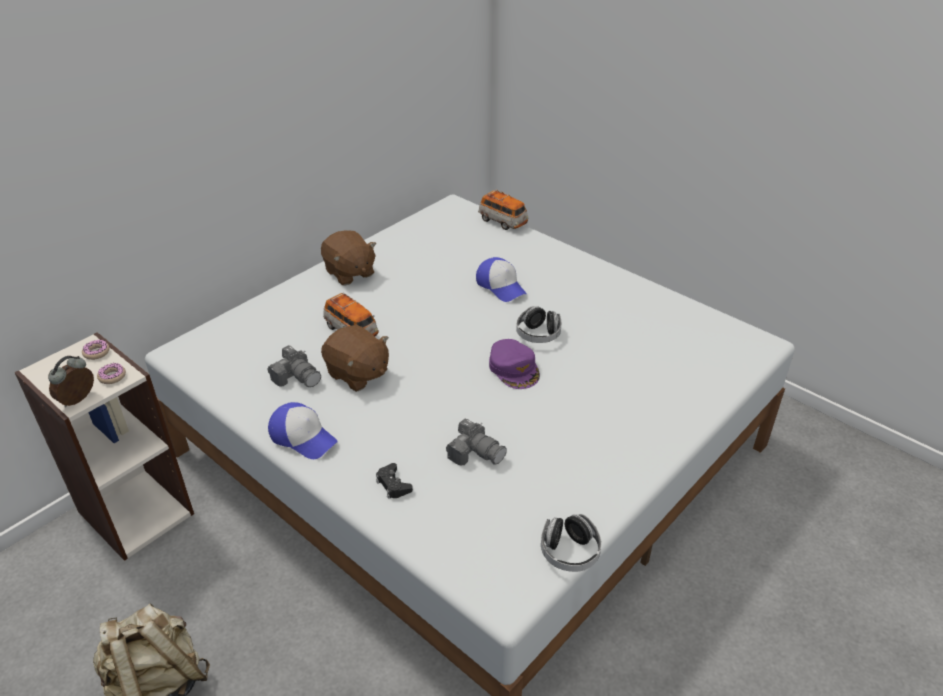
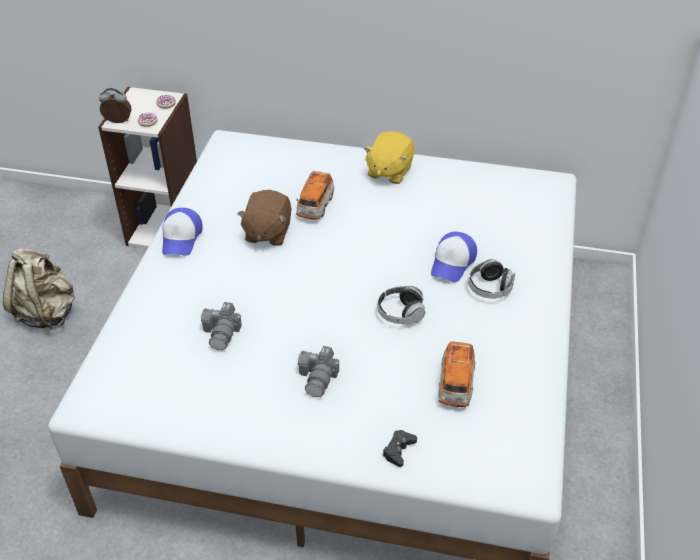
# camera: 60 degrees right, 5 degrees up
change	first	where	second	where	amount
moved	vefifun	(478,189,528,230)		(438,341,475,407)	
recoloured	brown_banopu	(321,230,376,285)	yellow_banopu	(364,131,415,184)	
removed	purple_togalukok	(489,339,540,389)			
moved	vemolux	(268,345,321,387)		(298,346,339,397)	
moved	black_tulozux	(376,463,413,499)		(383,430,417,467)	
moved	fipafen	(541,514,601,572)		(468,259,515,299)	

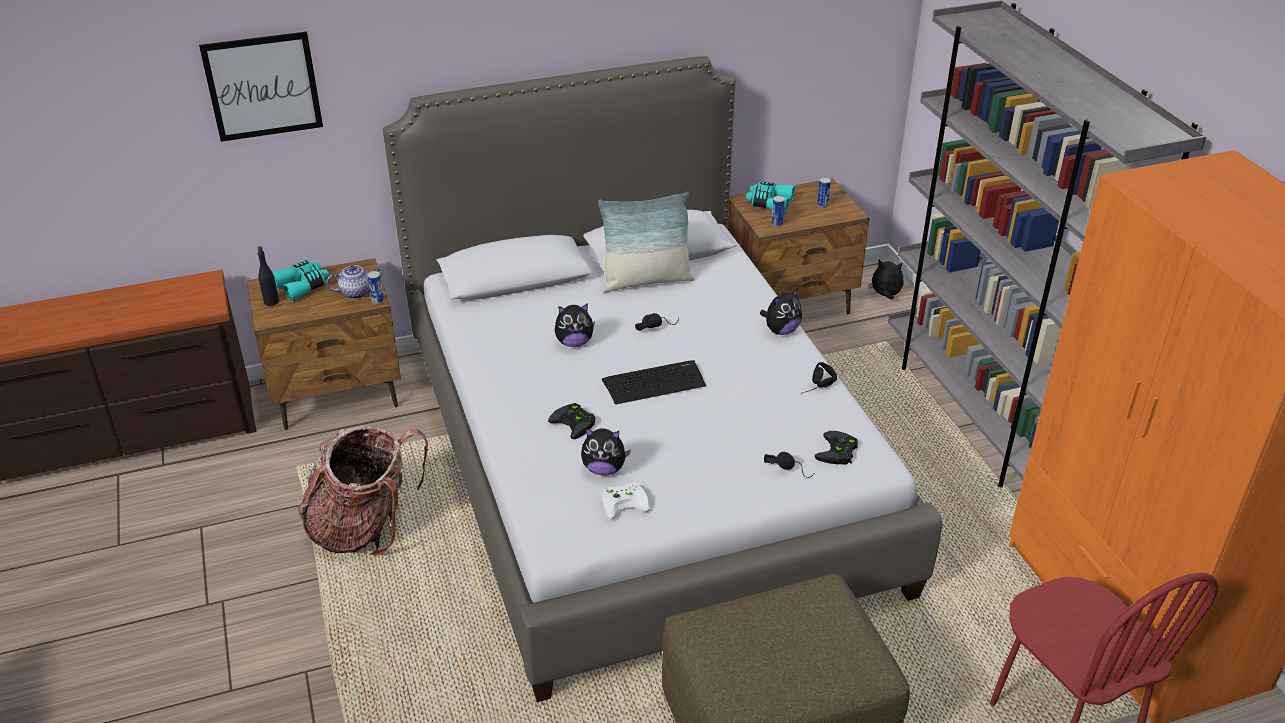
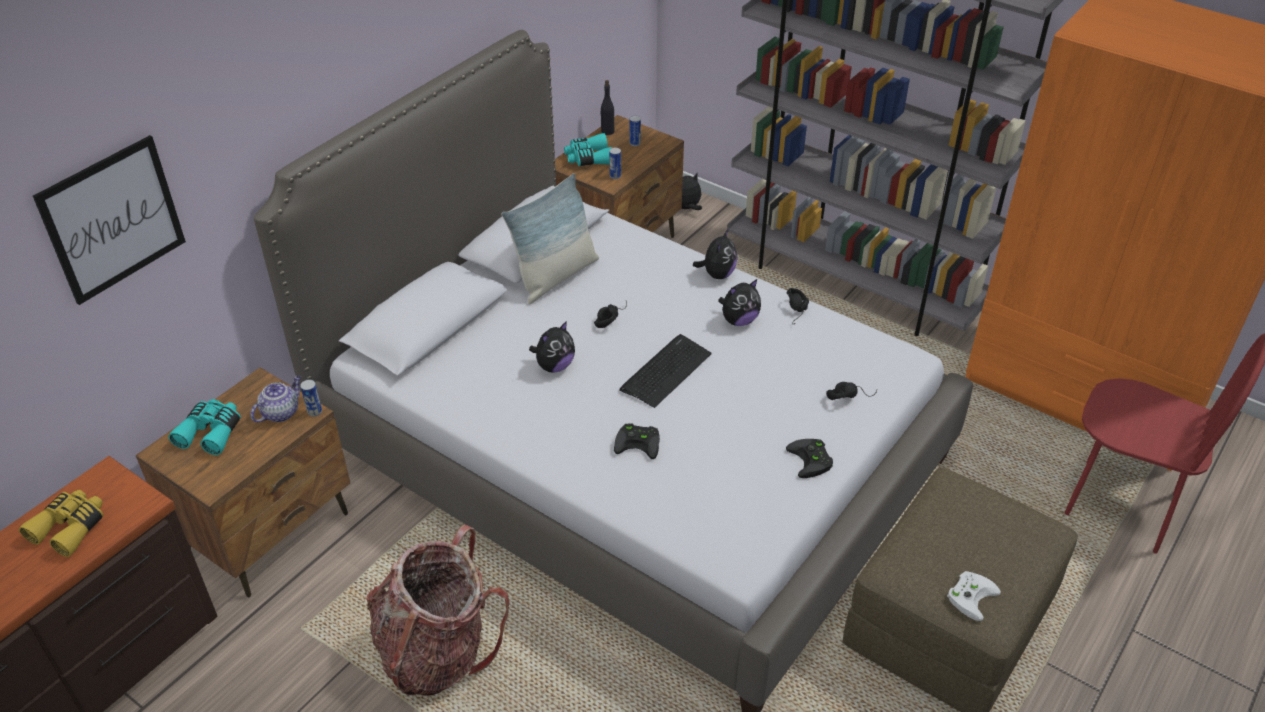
# camera: 35 degrees left, 5 degrees up
change	first	where	second	where	amount
moved	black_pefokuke	(258,246,279,306)		(600,80,614,135)	
moved	banopu	(581,428,631,475)		(718,279,761,326)	
moved	black_tulozux	(815,431,858,464)		(786,439,833,478)	
moved	white_tulozux	(602,483,650,520)		(947,571,1001,621)	
added			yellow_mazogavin	(19,490,103,557)	

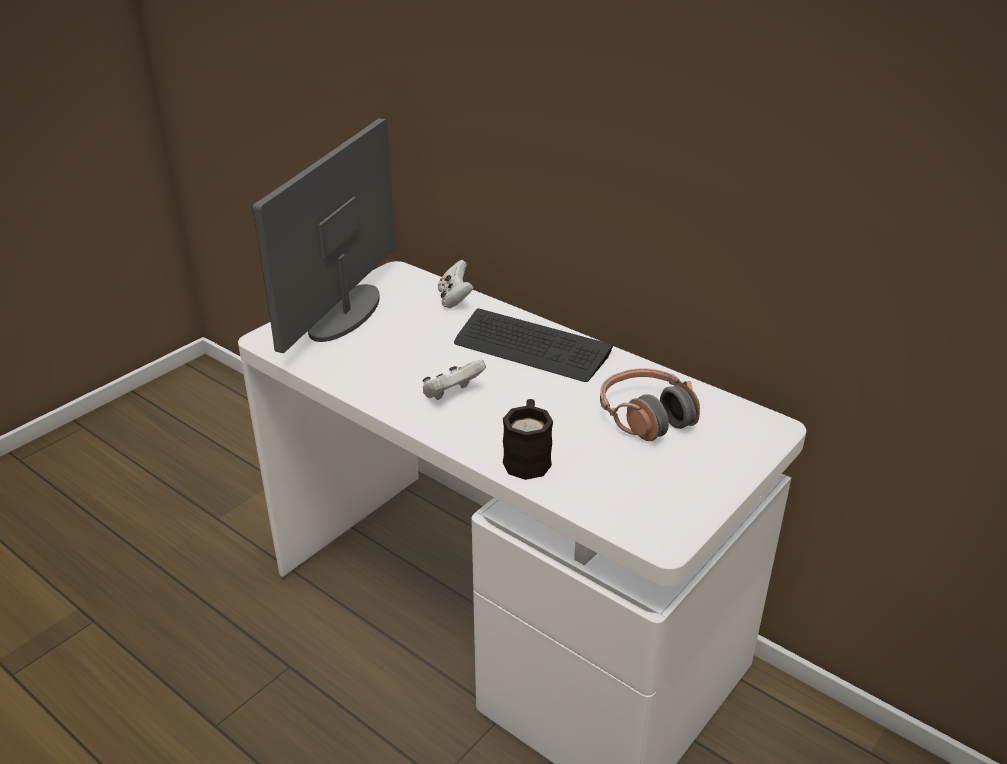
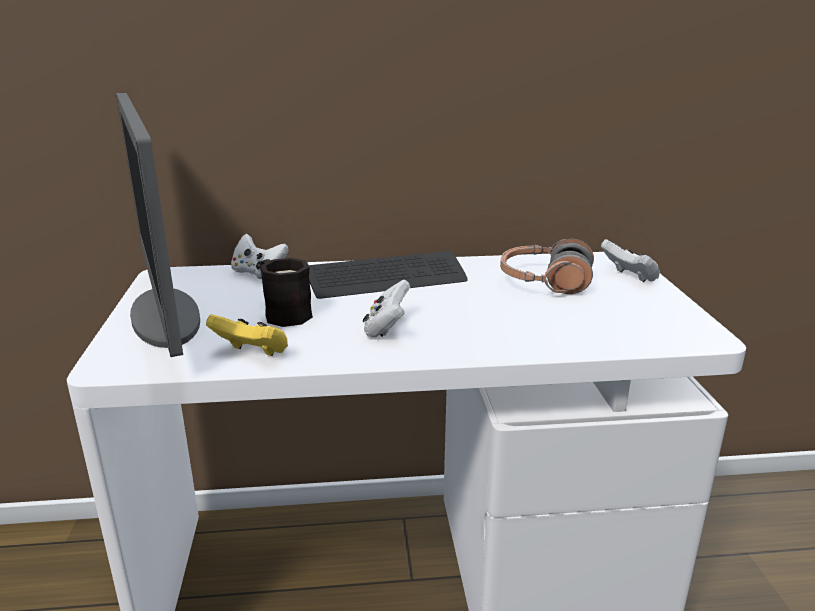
# camera: 45 degrees left, 10 degrees down
change	first	where	second	where	amount
moved	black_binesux	(503,399,553,480)		(260,258,313,327)	
added			white_tulozux	(601,239,660,282)	
added			yellow_tulozux	(206,314,288,356)	

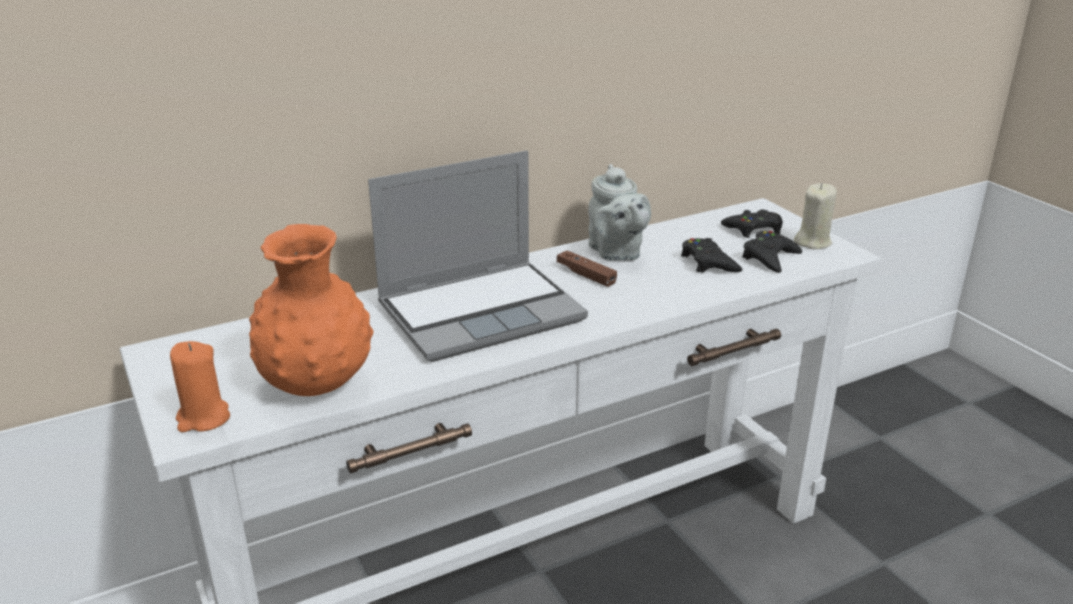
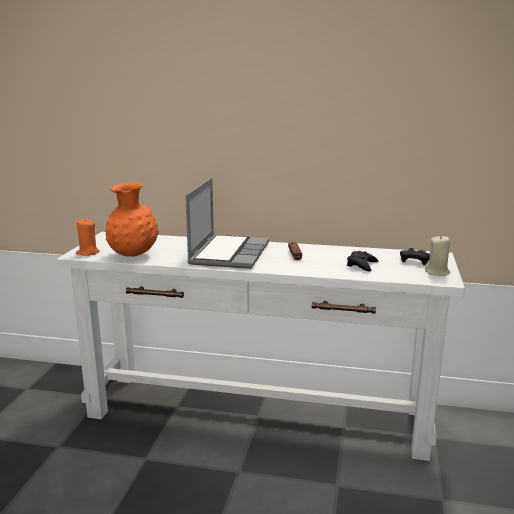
# camera: 40 degrees right, 10 degrees down
change	first	where	second	where	amount
turned	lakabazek	(368,150,588,362)		(185,178,269,269)	90 degrees counterclockwise
removed	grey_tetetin	(588,164,651,261)			
removed	black_tulozux	(742,231,802,273)			

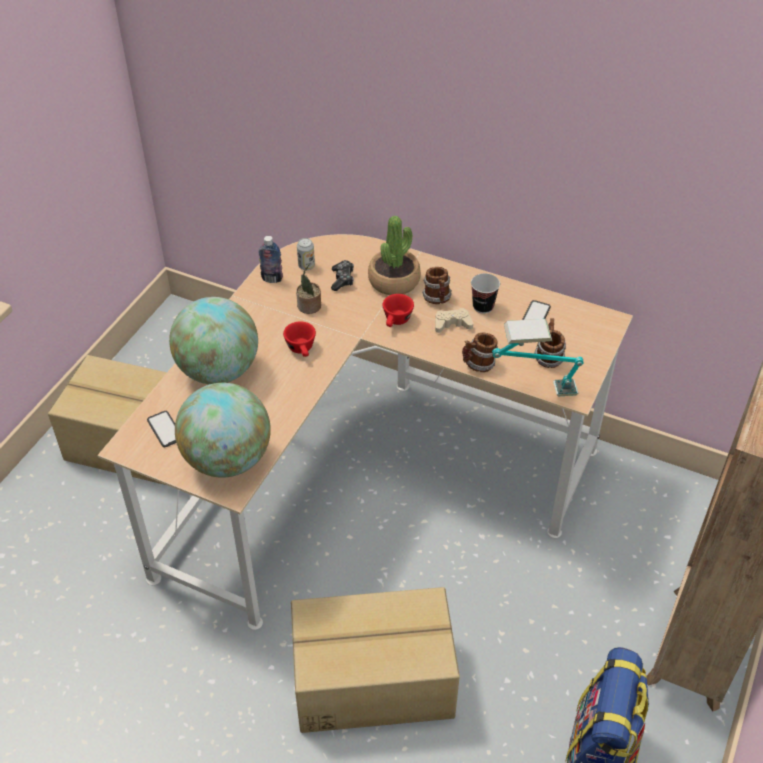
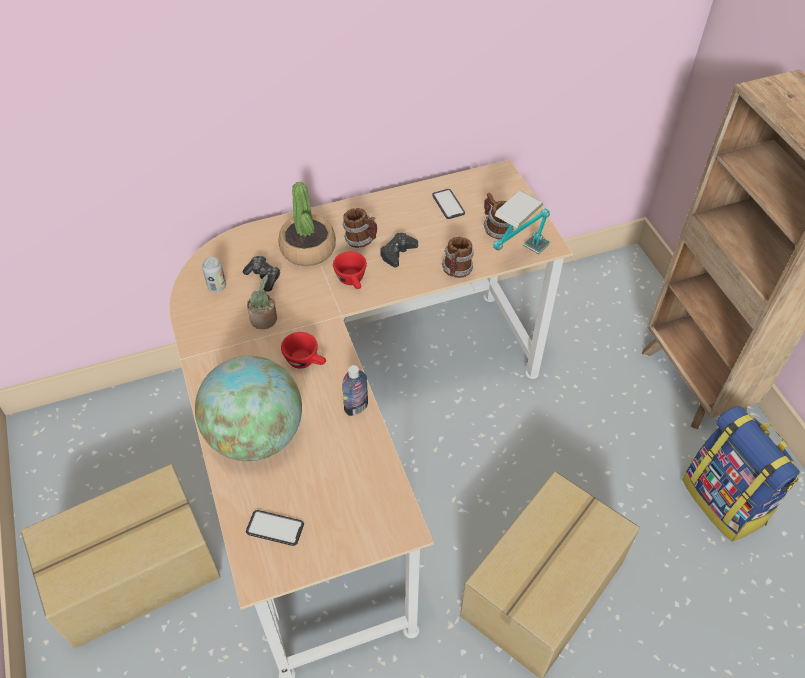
# camera: 45 degrees left, 5 degrees up
change	first	where	second	where	amount
moved	pefokuke	(258,236,283,283)		(342,365,368,416)	
removed	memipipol	(471,273,500,314)			
recoloured	beige_tulozux	(435,308,473,333)	black_tulozux	(380,233,418,267)	
removed	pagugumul	(175,383,271,478)			

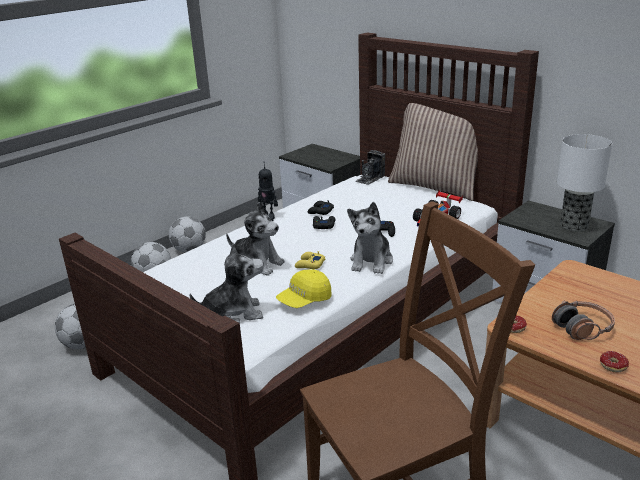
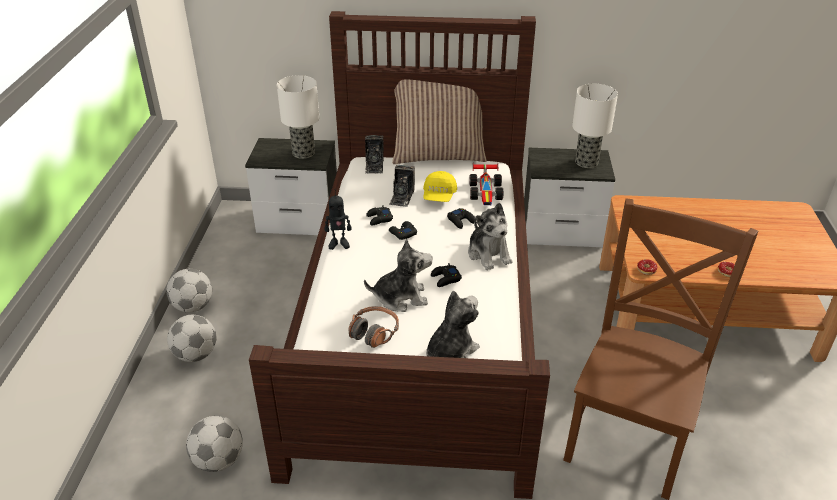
# camera: 40 degrees left, 10 degrees up
change	first	where	second	where	amount
recoloured	yellow_tulozux	(295,251,325,269)	black_tulozux	(431,263,462,287)	
moved	yellow_togalukok	(276,270,332,308)		(423,171,457,202)	
moved	fipafen	(552,301,615,340)		(348,306,399,348)	
added			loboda	(277,75,319,159)	
added			vemolux	(389,165,415,207)	

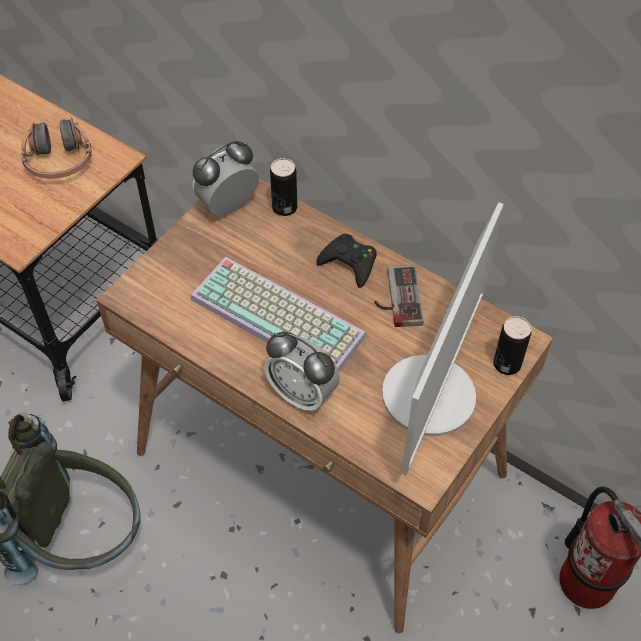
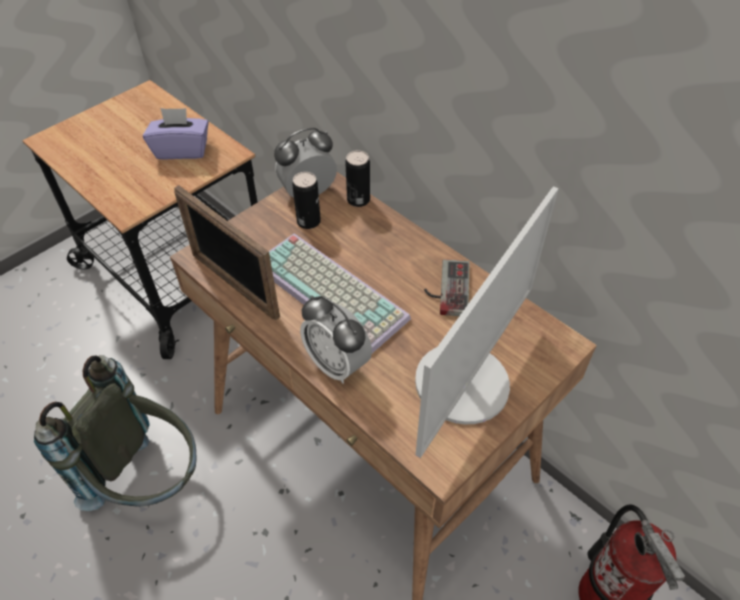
# camera: 10 degrees right, 5 degrees down
change	first	where	second	where	amount
replaced	fipafen	(21,118,92,179)	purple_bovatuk	(143,108,209,159)	
removed	black_tulozux	(316,234,376,288)			
moved	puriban	(493,316,531,375)		(292,172,321,229)	
added			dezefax	(174,185,280,320)	

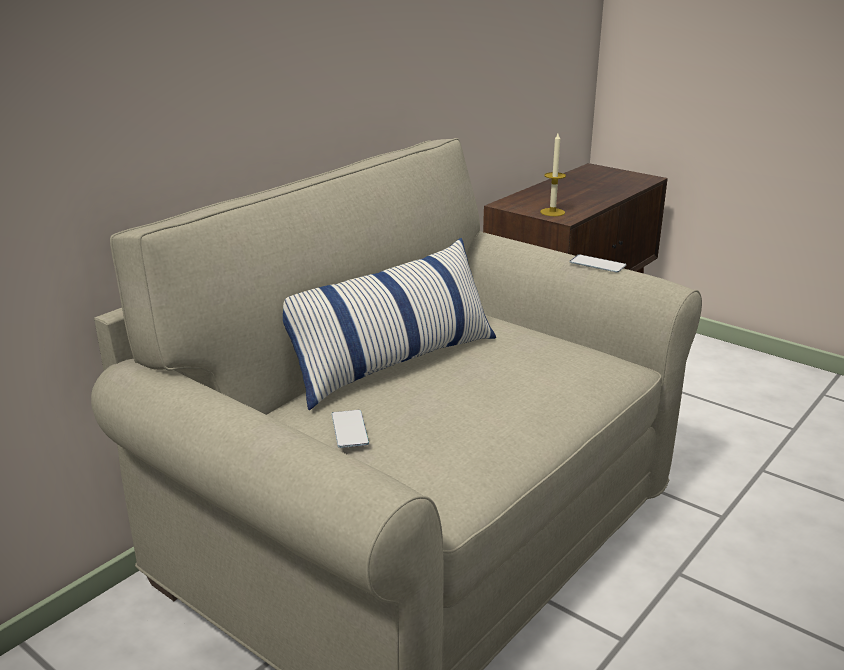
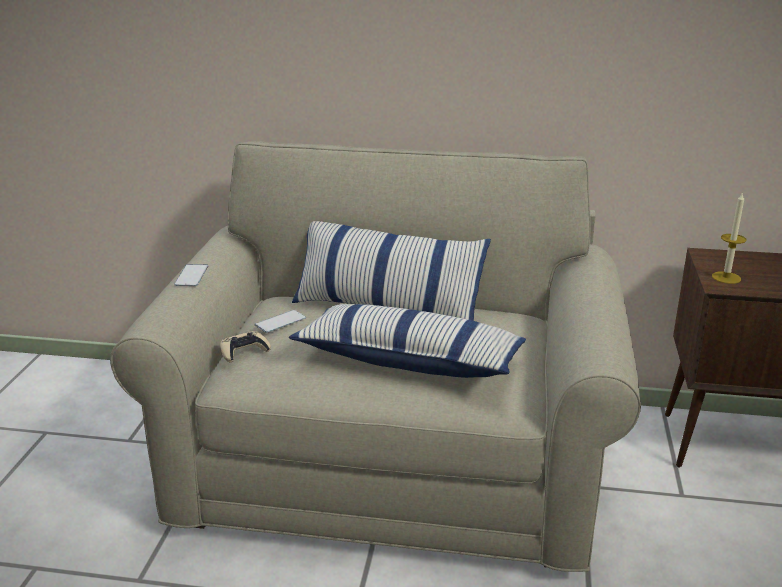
# camera: 60 degrees right, 0 degrees up
change	first	where	second	where	amount
moved	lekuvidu	(569,254,626,273)		(174,264,208,286)	
added			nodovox	(289,304,526,378)	
added			beige_tulozux	(220,331,271,362)	

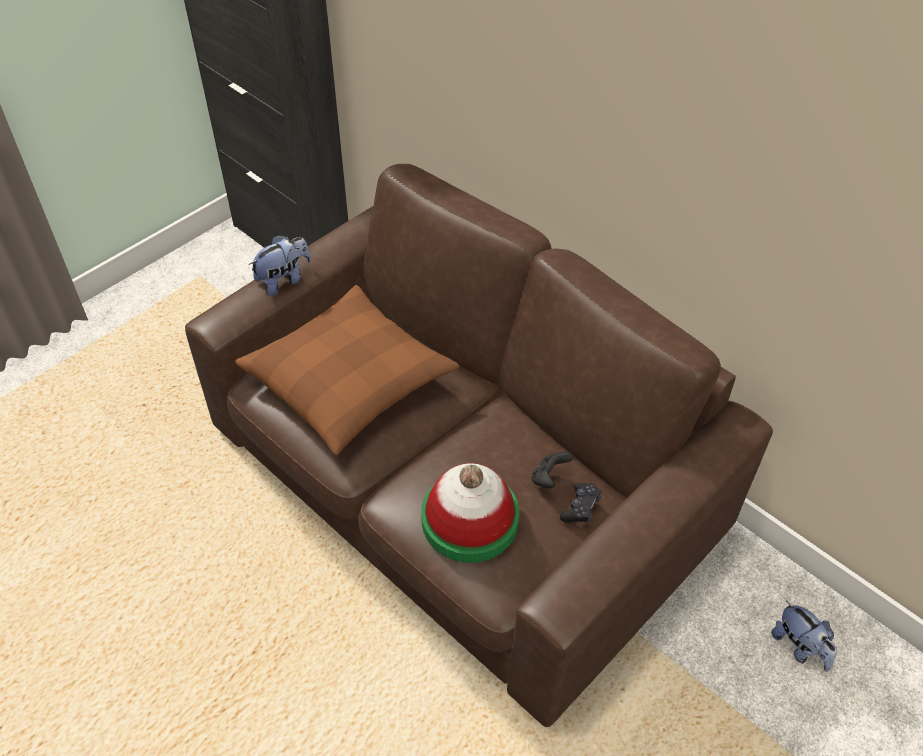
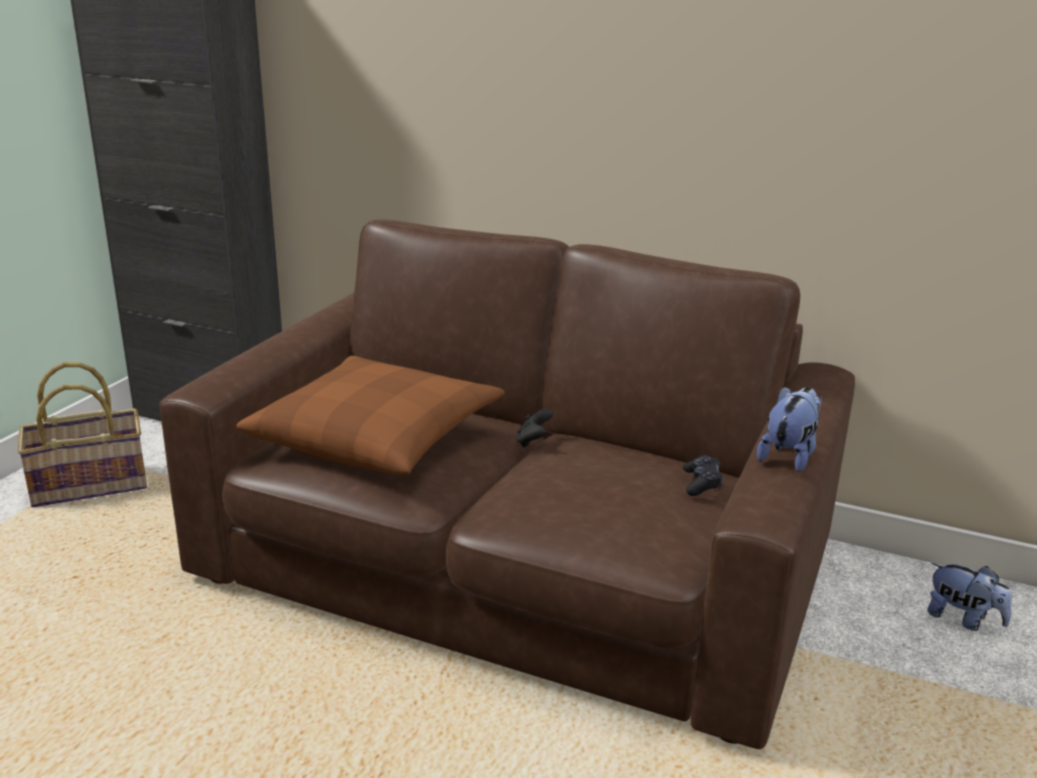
# camera: 20 degrees left, 25 degrees down
change	first	where	second	where	amount
moved	banopu	(249,235,311,296)		(757,386,822,472)	
moved	black_tulozux	(531,451,573,488)		(516,409,553,448)	
removed	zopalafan	(421,463,519,563)			
added			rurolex	(17,362,147,507)	

